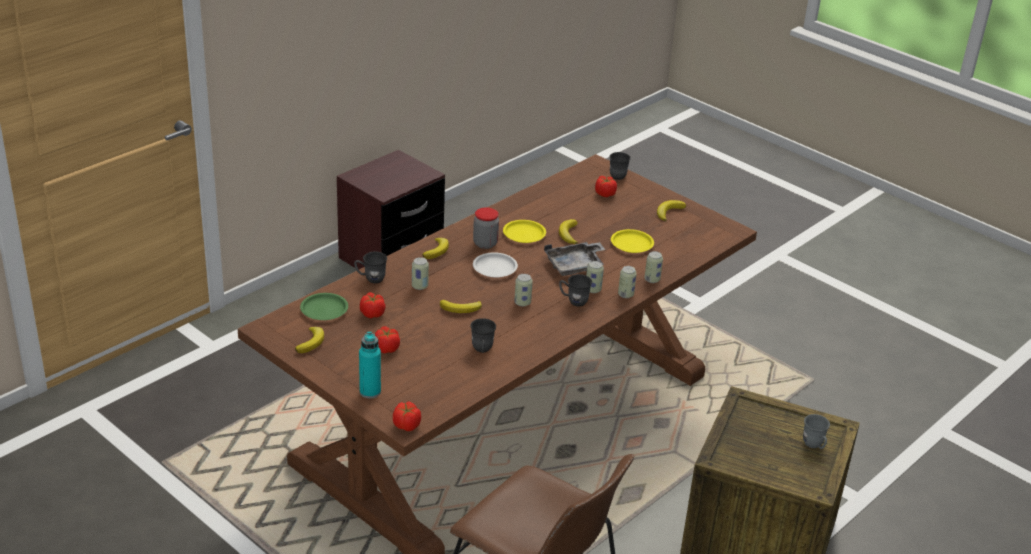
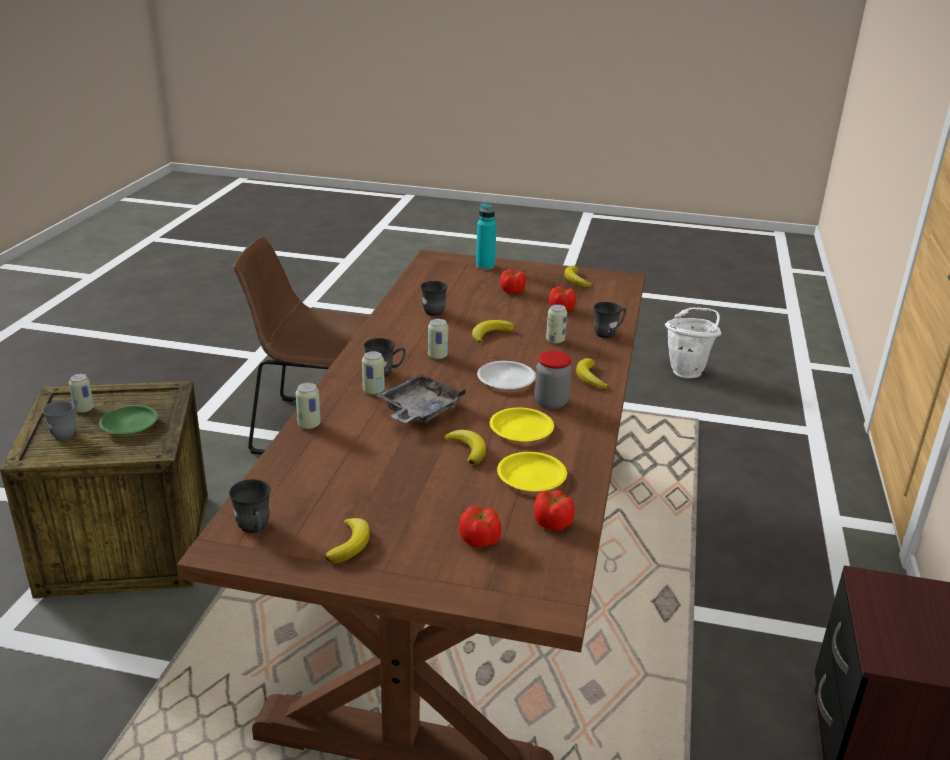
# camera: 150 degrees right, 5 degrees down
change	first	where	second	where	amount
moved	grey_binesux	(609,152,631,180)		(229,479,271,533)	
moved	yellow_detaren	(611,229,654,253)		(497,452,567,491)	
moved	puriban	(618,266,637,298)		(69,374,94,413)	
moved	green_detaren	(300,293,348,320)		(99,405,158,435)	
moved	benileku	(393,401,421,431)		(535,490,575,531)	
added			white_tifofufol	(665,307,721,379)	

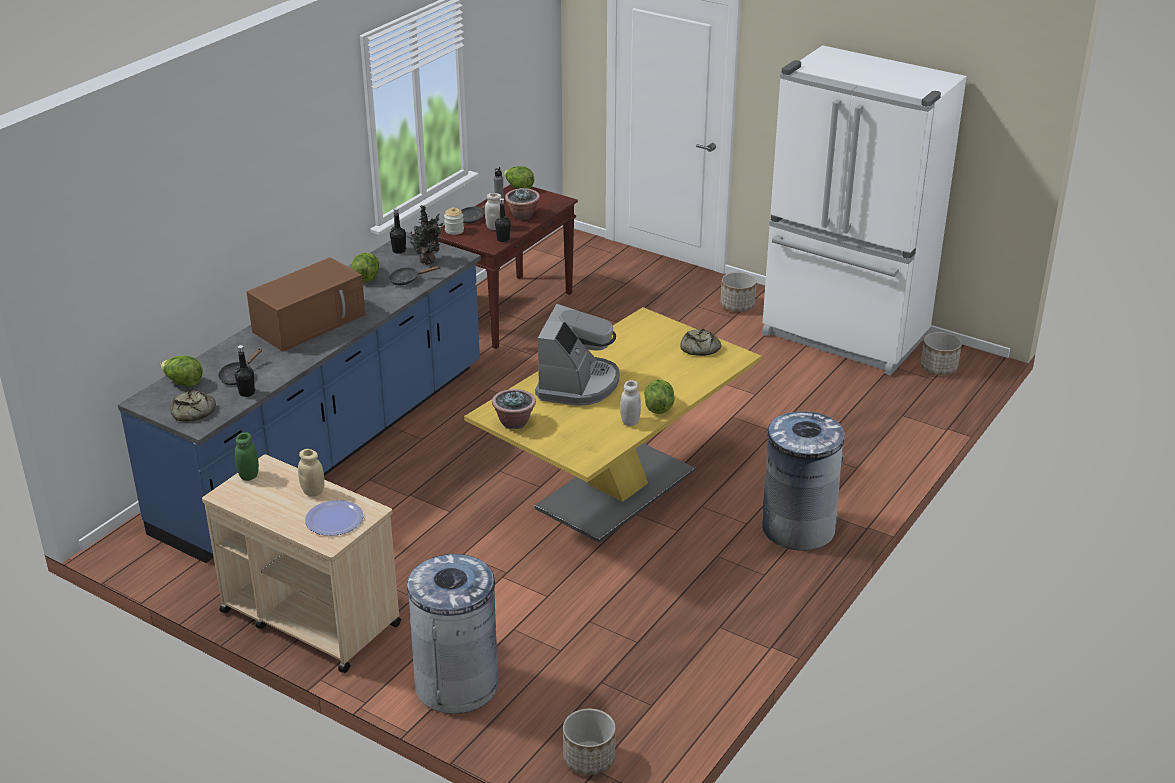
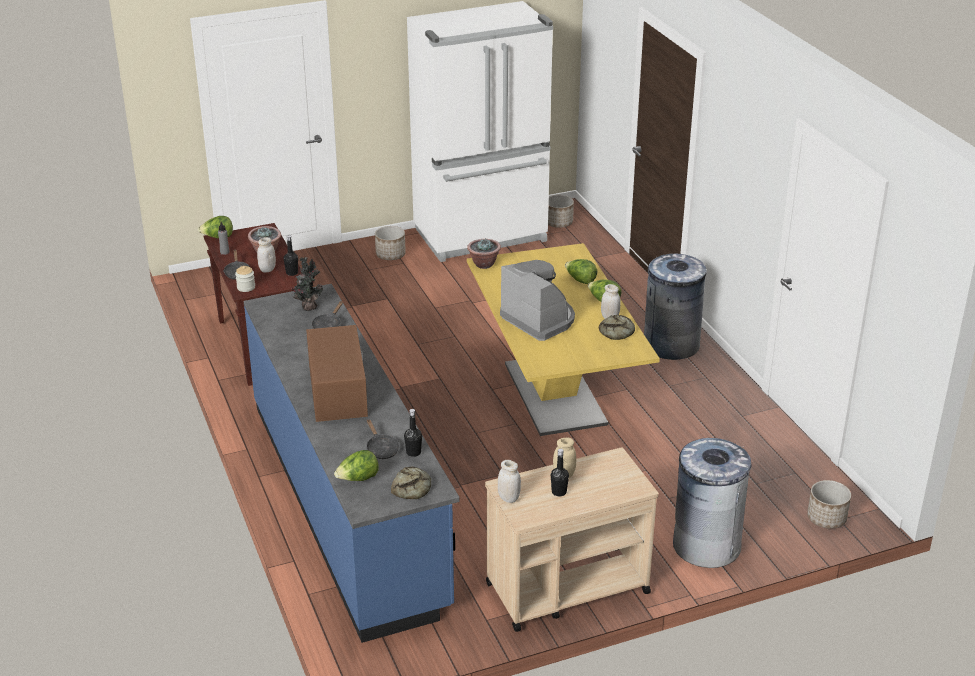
# camera: 55 degrees left, 0 degrees up
change	first	where	second	where	amount
moved	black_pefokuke	(390,208,406,254)		(551,449,569,496)	
moved	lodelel	(351,253,379,283)		(565,259,597,284)	
moved	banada	(680,329,721,356)		(599,315,635,340)	
moved	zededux	(492,389,536,429)		(467,238,501,269)	
recoloured	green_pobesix	(235,432,259,481)	white_pobesix	(498,460,521,503)	
removed	detaren	(305,500,363,536)			

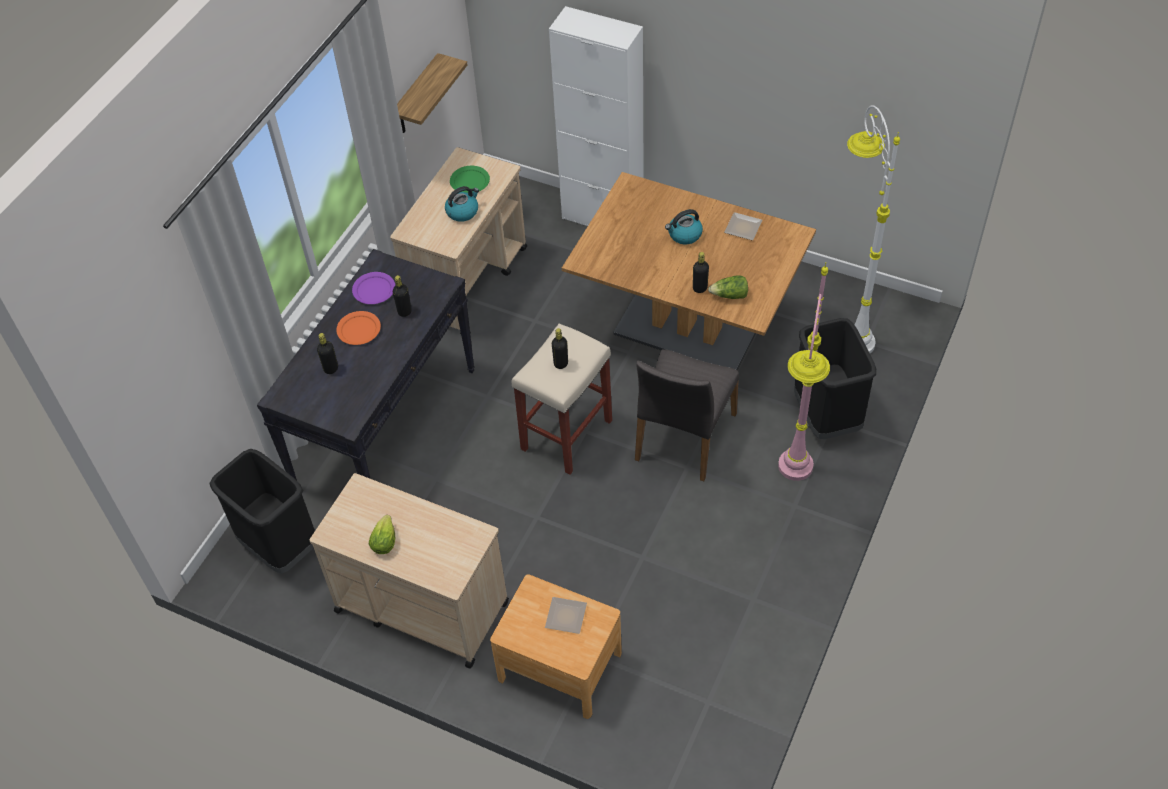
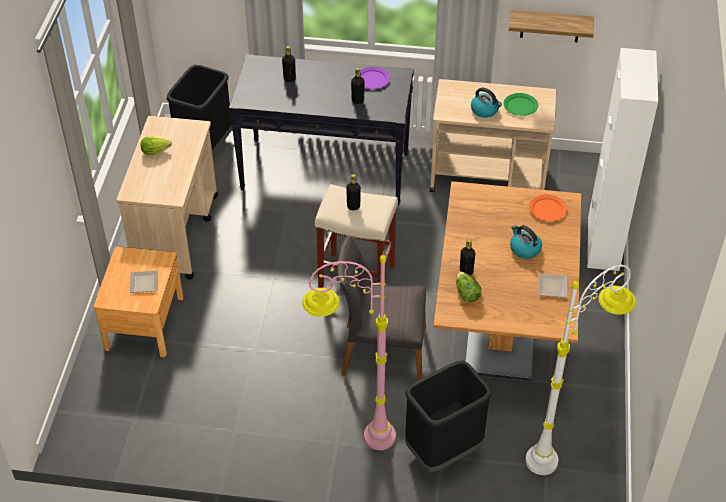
# camera: 70 degrees right, 5 degrees down
change	first	where	second	where	amount
moved	orange_detaren	(336,311,381,345)		(529,194,567,221)	

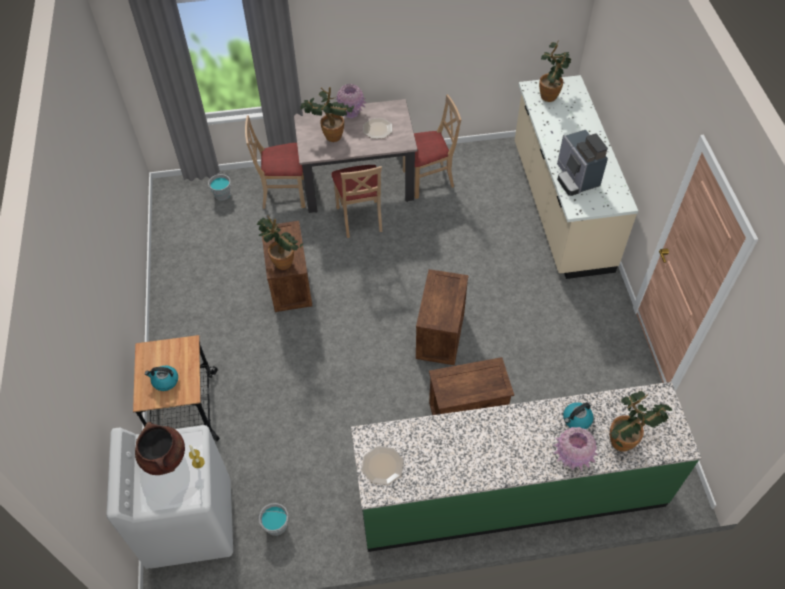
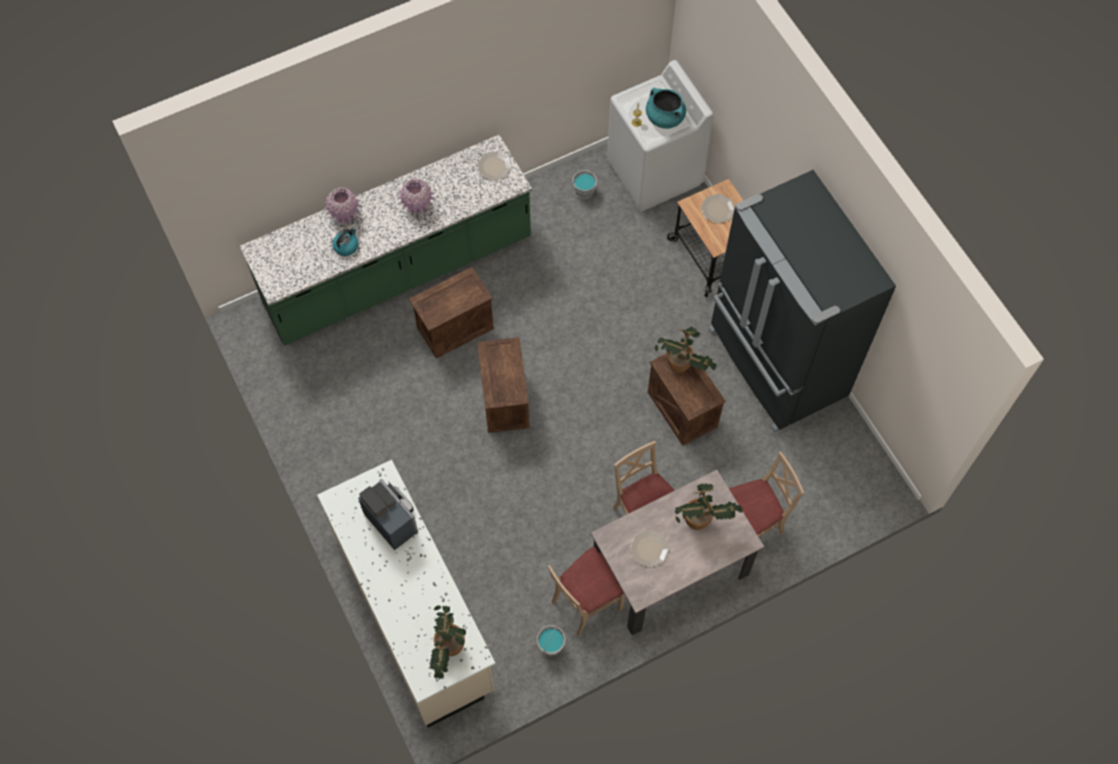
# camera: 160 degrees right, 10 degrees up
change	first	where	second	where	amount
moved	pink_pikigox	(336,84,367,119)		(398,178,436,214)	
moved	grey_tifofufol	(208,172,231,201)		(537,625,566,656)	
replaced	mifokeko	(145,366,178,391)	detaren	(701,194,735,224)	
removed	zededux	(610,391,672,452)			
recoloured	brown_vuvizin	(135,422,185,475)	turquoise_vuvizin	(646,88,686,129)	
added			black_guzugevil	(708,170,896,432)	

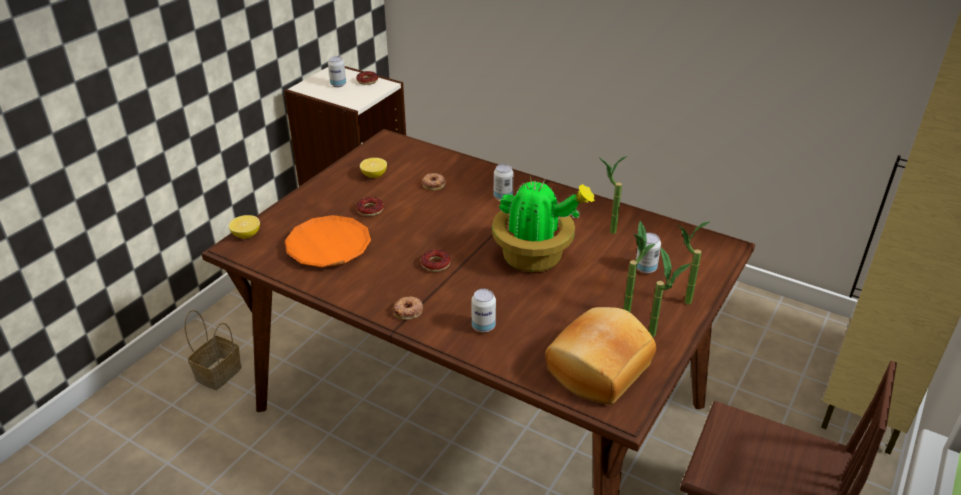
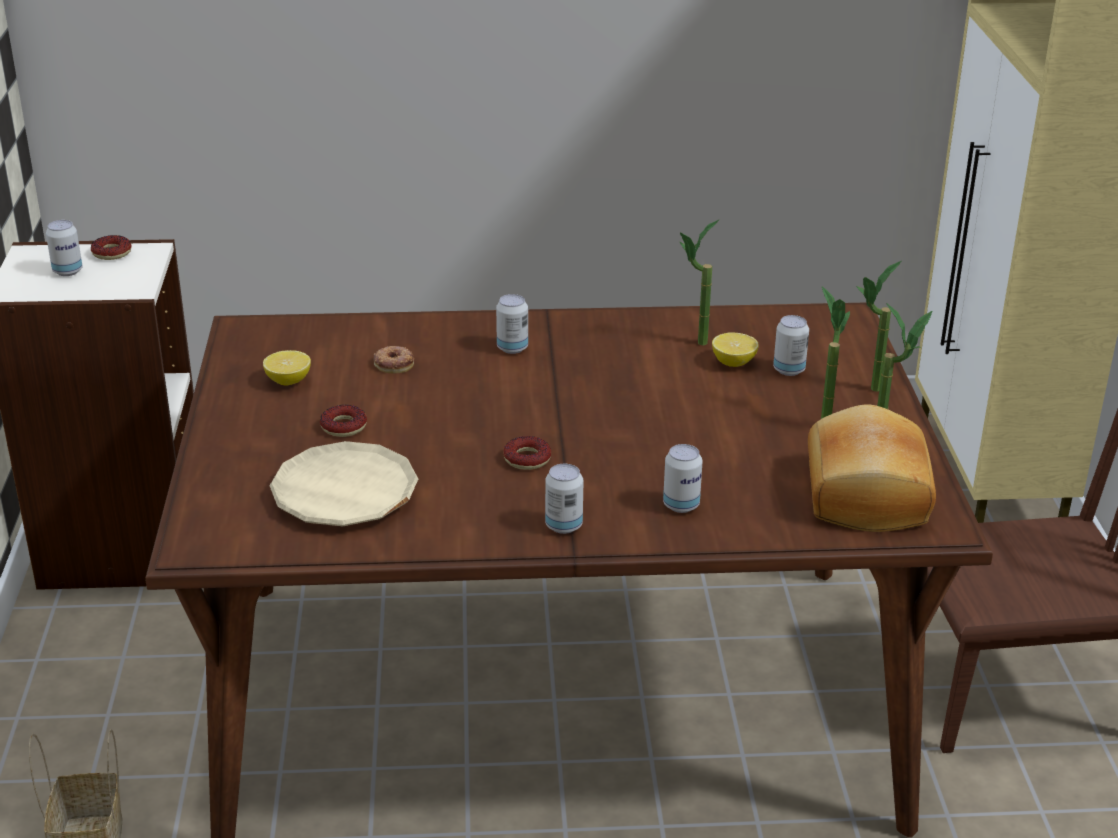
# camera: 35 degrees left, 5 degrees down
change	first	where	second	where	amount
removed	zededux	(492,175,595,272)			
moved	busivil	(229,215,260,239)		(712,333,758,367)	
recoloured	orange_detaren	(285,215,371,267)	beige_detaren	(270,441,418,526)	
replaced	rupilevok	(393,296,423,320)	puriban	(545,464,583,534)	

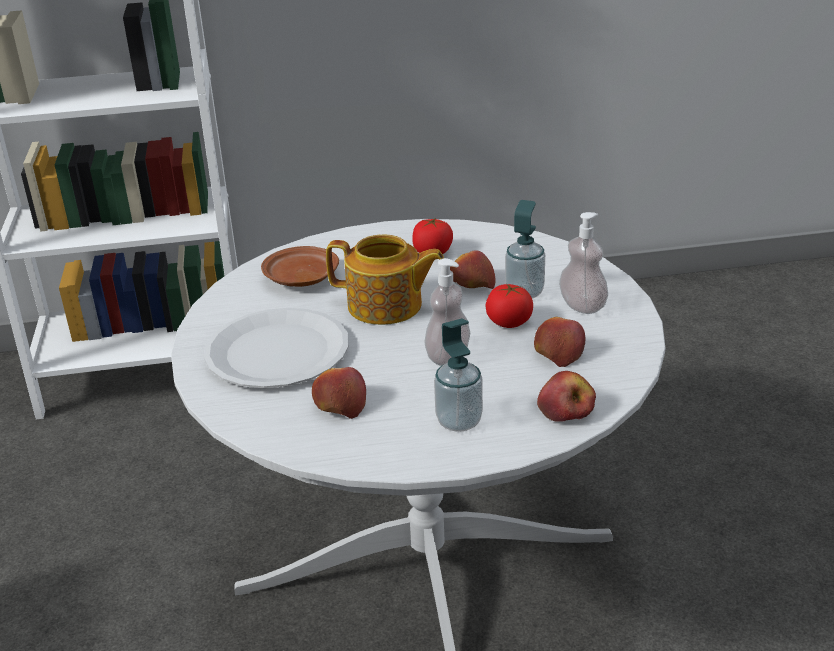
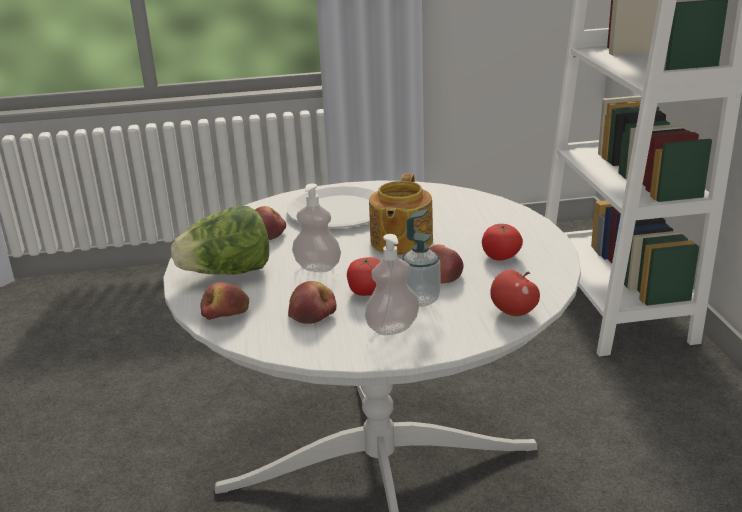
# camera: 90 degrees right, 5 degrees down
change	first	where	second	where	amount
removed	brown_detaren	(261,246,339,287)			
replaced	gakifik	(434,318,483,432)	lodelel	(171,206,269,275)	
added			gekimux	(490,270,540,316)	

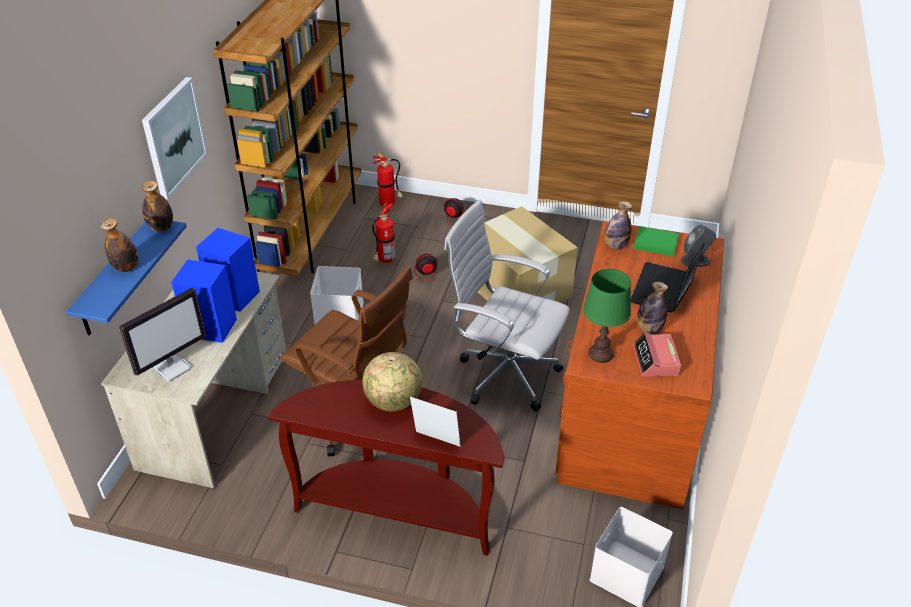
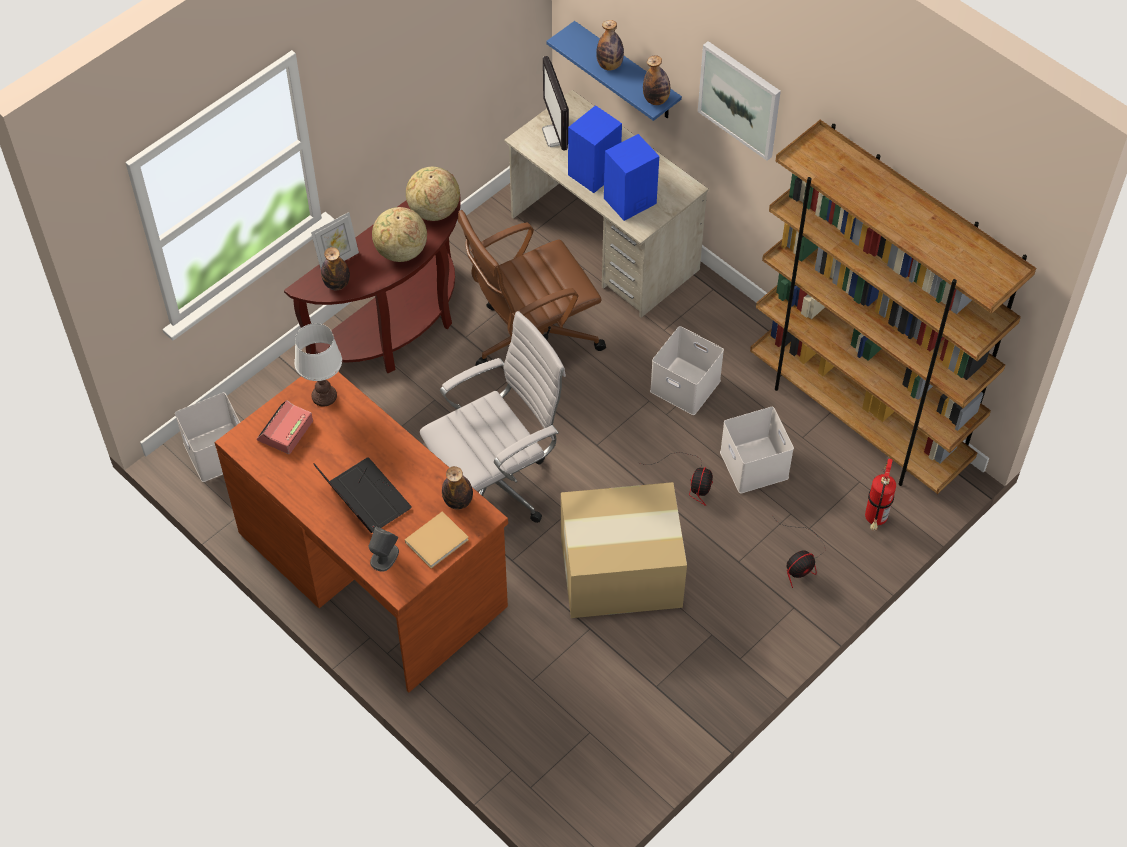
# camera: 120 degrees right, 15 degrees up
change	first	where	second	where	amount
replaced	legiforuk	(372,202,395,263)	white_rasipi	(720,407,794,493)	
recoloured	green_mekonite	(633,226,679,256)	beige_mekonite	(405,511,469,569)	
recoloured	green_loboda	(583,269,631,363)	white_loboda	(294,323,342,407)	
moved	pefokuke	(637,282,668,334)		(321,247,350,290)	
turned	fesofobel	(633,332,681,377)		(257,400,313,454)	90 degrees counterclockwise
added			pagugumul	(406,167,460,221)	

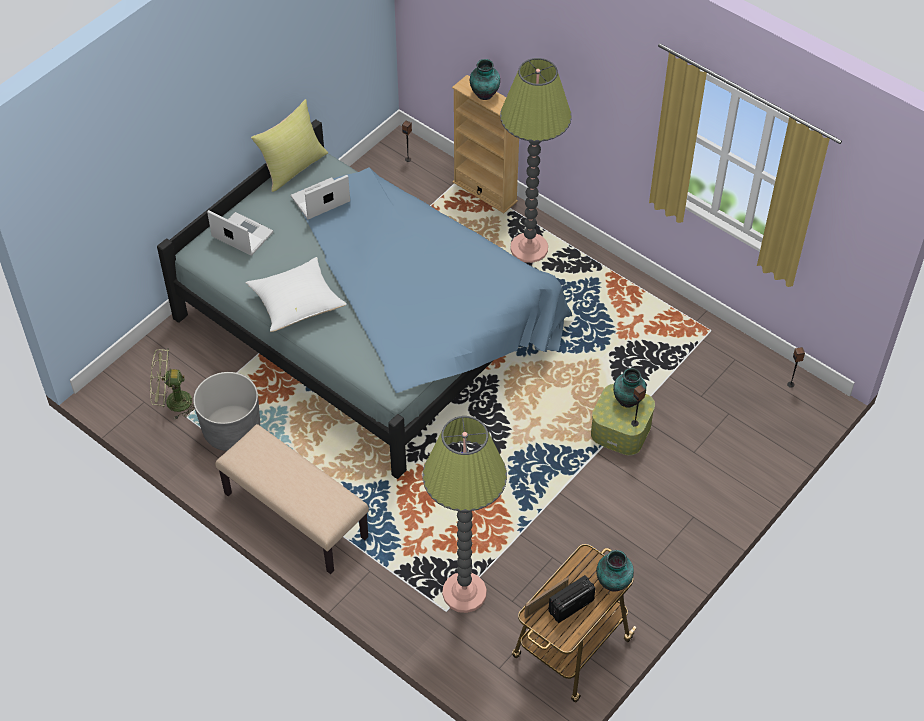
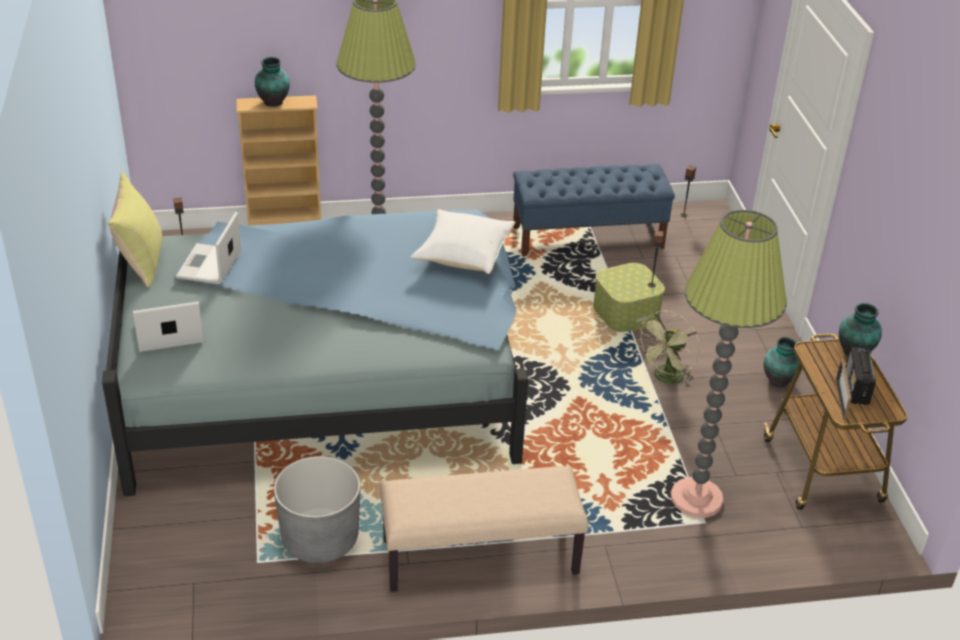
# camera: 50 degrees left, 15 degrees down
change	first	where	second	where	amount
moved	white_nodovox	(246,257,347,332)		(411,209,515,274)	
moved	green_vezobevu	(150,348,195,420)		(635,311,700,388)	
moved	pikigox	(613,368,646,408)		(764,337,799,387)	
added			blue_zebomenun	(513,164,675,257)	

